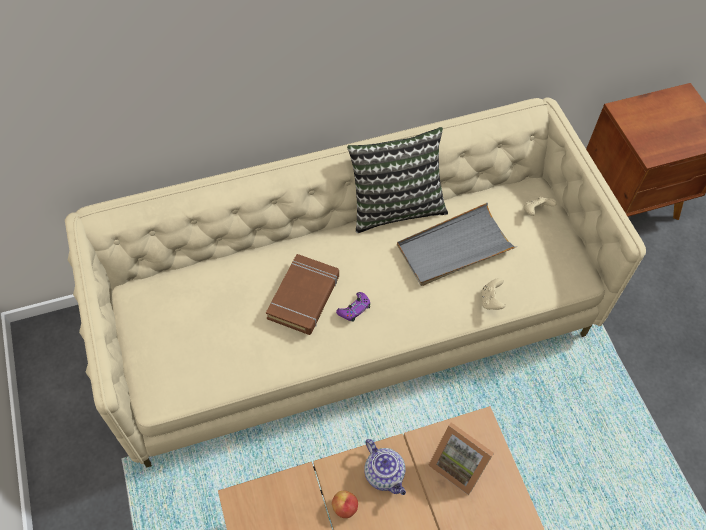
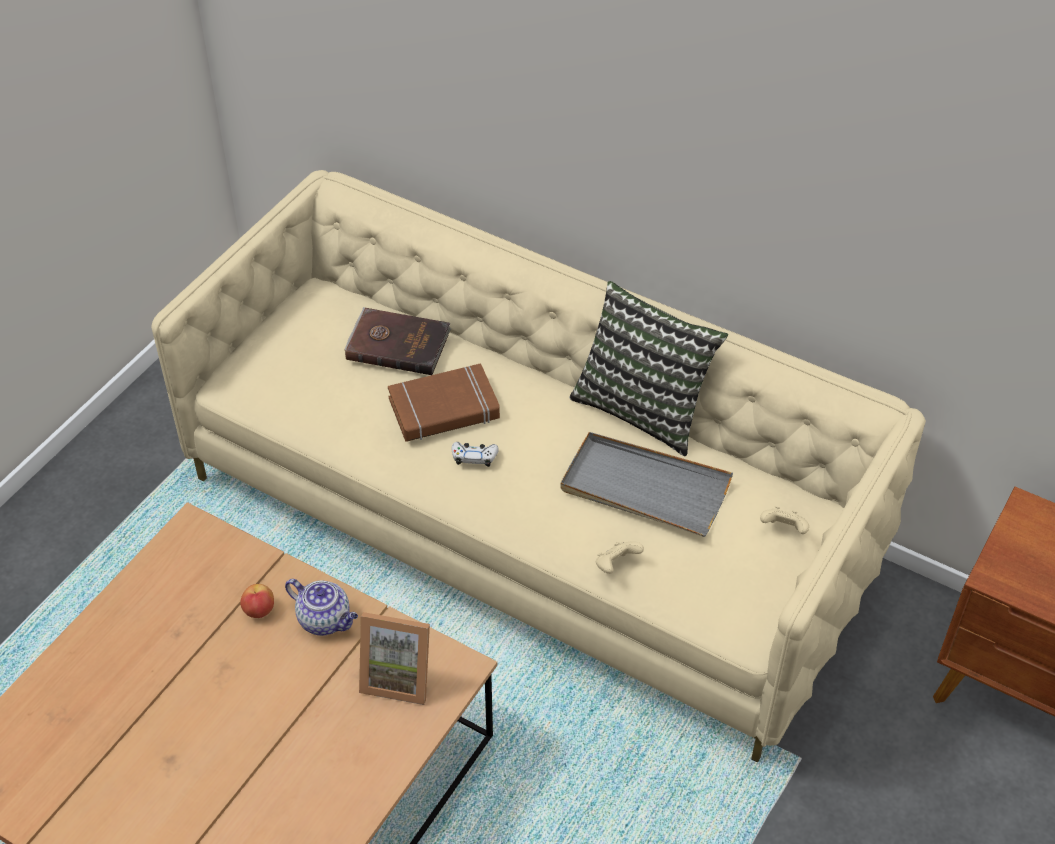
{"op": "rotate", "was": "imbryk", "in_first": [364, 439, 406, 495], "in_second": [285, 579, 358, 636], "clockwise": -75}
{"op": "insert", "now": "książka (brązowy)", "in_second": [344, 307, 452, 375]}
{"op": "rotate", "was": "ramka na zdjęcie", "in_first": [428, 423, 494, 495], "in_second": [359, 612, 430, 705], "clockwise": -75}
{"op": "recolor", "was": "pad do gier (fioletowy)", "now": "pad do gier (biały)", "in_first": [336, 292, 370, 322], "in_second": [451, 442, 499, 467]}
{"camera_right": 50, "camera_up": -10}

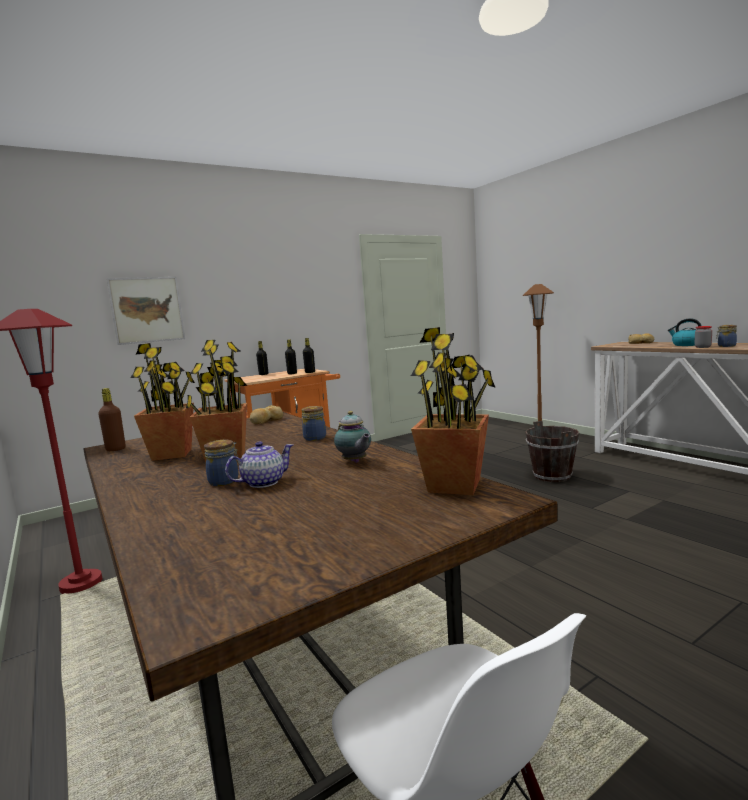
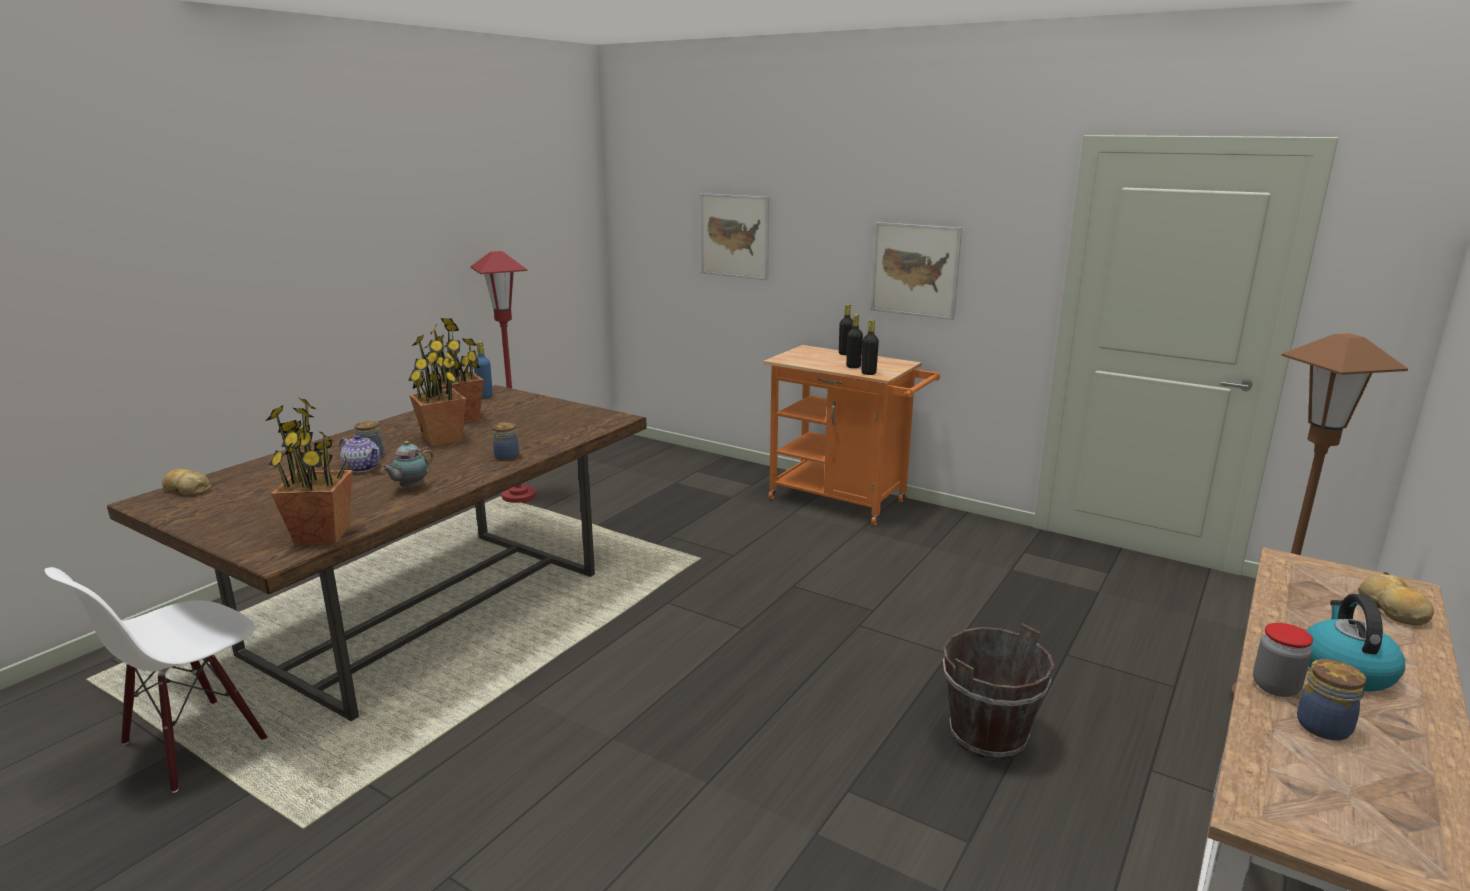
{"op": "move", "was": "chleb", "in_first": [249, 405, 283, 424], "in_second": [162, 469, 211, 496]}
{"op": "recolor", "was": "butelka (brązowy)", "now": "butelka (niebieski)", "in_first": [98, 388, 126, 451], "in_second": [474, 341, 493, 398]}
{"op": "insert", "now": "obraz", "in_second": [871, 222, 962, 320]}
{"camera_right": 65, "camera_up": 10}

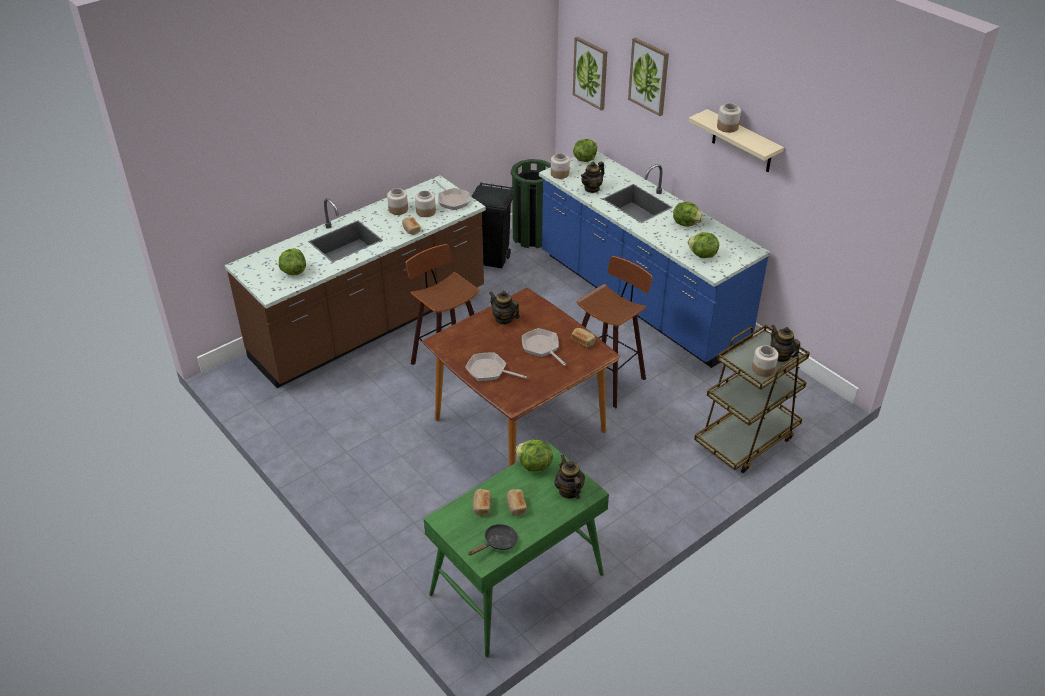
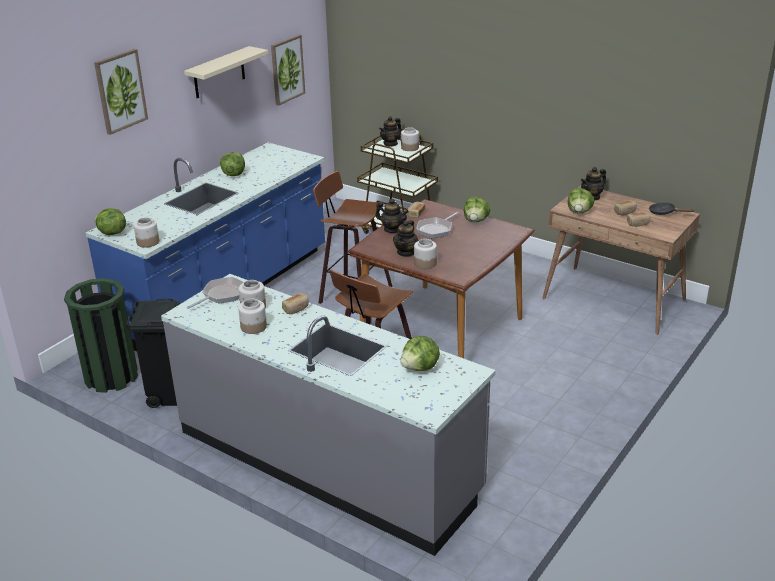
{"op": "recolor", "was": "zabudowa kuchenna (brązowy)", "now": "zabudowa kuchenna (szary)", "in_first": [225, 175, 486, 388], "in_second": [161, 274, 496, 556]}
{"op": "move", "was": "obraz", "in_first": [573, 37, 607, 111], "in_second": [271, 35, 305, 106]}
{"op": "move", "was": "imbryk", "in_first": [581, 161, 604, 193], "in_second": [375, 199, 409, 233]}
{"op": "move", "was": "słoik", "in_first": [717, 103, 741, 133], "in_second": [414, 239, 437, 269]}
{"op": "move", "was": "sałata", "in_first": [688, 232, 719, 258], "in_second": [464, 197, 490, 222]}
{"op": "recolor", "was": "biurko (zielony)", "now": "biurko (brązowy)", "in_first": [424, 443, 609, 658], "in_second": [542, 185, 700, 335]}
{"op": "delete", "was": "patelnia", "in_first": [465, 353, 527, 381]}
{"camera_right": -105, "camera_up": -10}

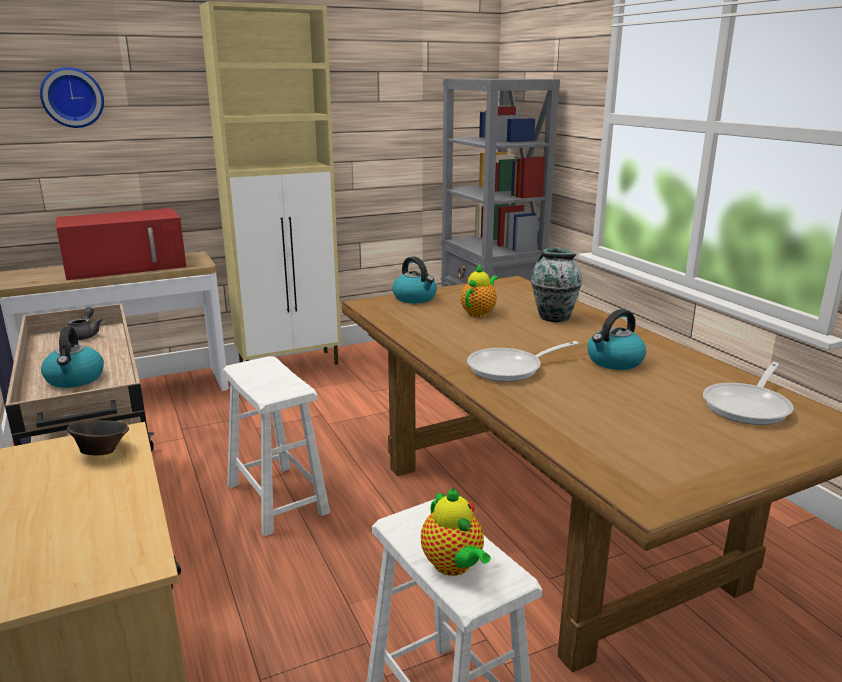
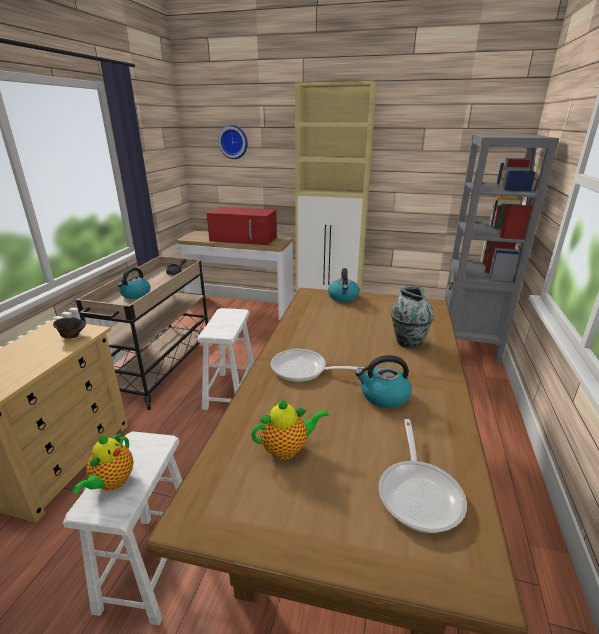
{"op": "move", "was": "imbryk", "in_first": [460, 263, 498, 317], "in_second": [252, 398, 329, 460]}
{"op": "rotate", "was": "patelnia", "in_first": [703, 362, 794, 425], "in_second": [379, 419, 467, 533], "clockwise": -75}
{"camera_right": 40, "camera_up": 5}

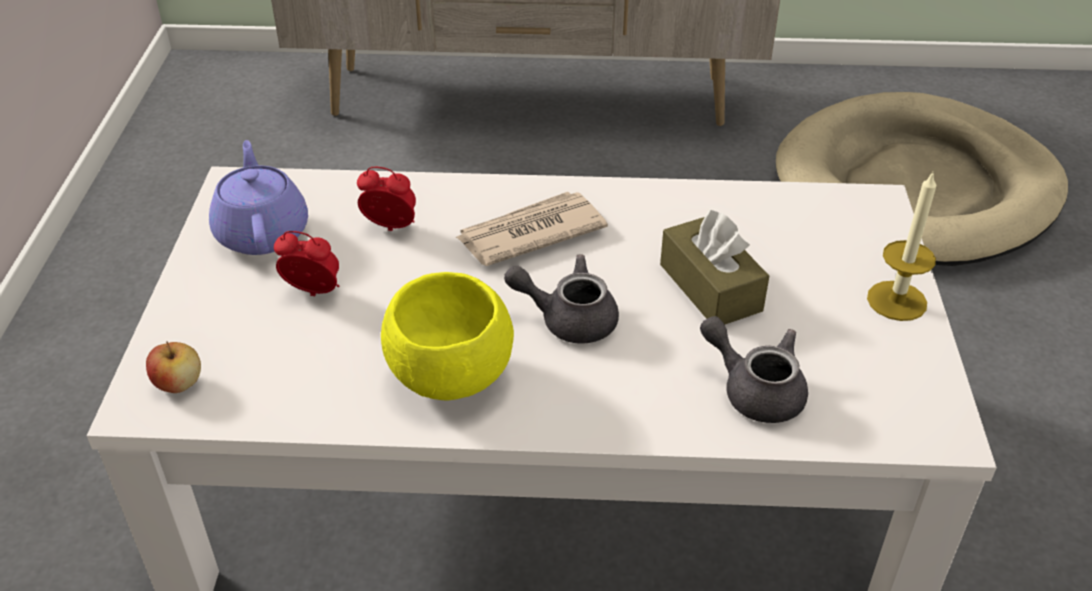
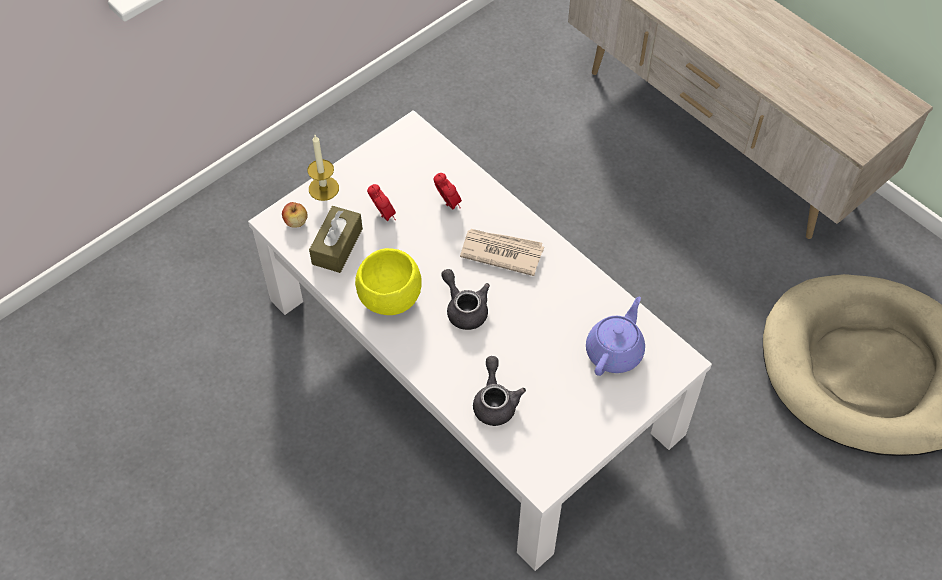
{"op": "move", "was": "świeca", "in_first": [867, 172, 936, 321], "in_second": [308, 135, 339, 201]}
{"op": "move", "was": "pudełko chusteczek (brązowy)", "in_first": [660, 209, 769, 325], "in_second": [309, 206, 363, 273]}
{"op": "move", "was": "imbryk (fioletowy)", "in_first": [209, 140, 308, 255], "in_second": [586, 297, 645, 376]}
{"camera_right": 45, "camera_up": 15}

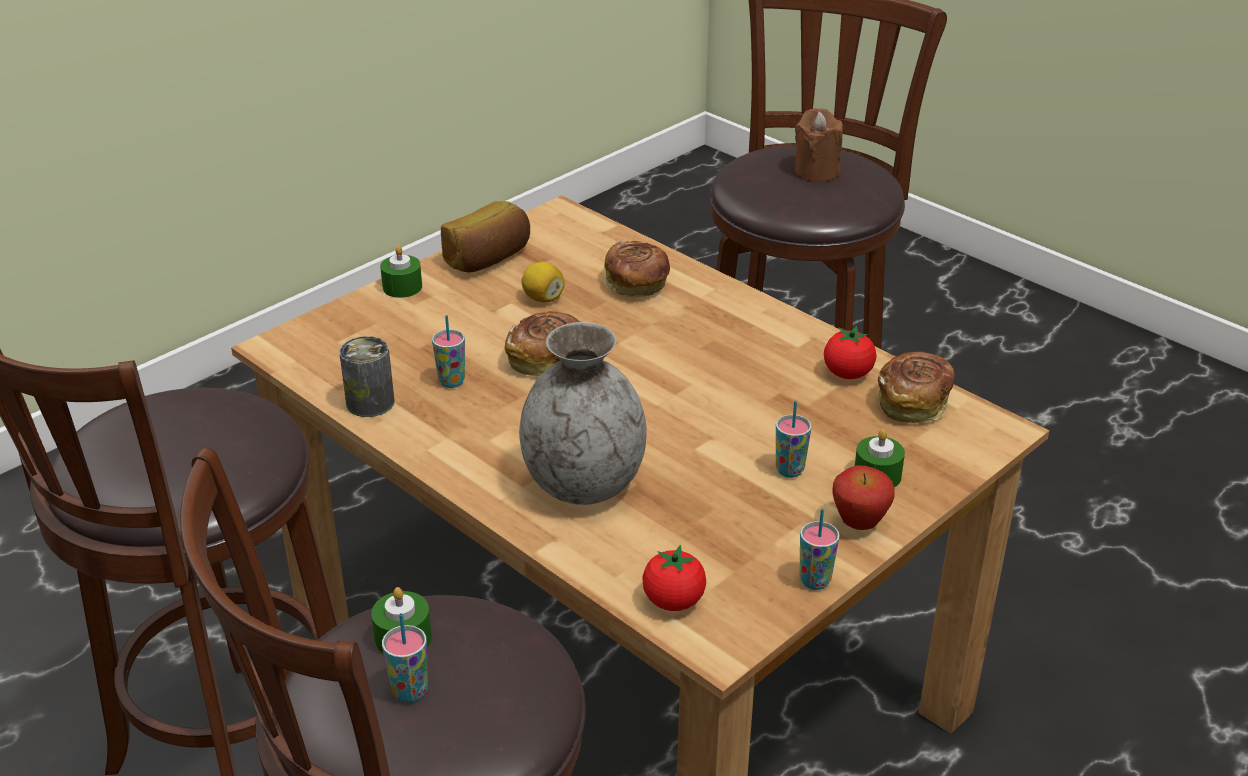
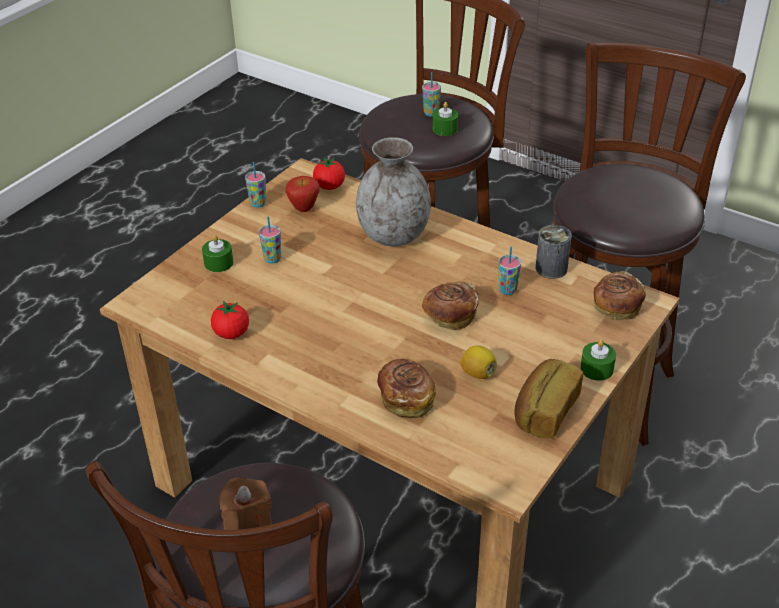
{"op": "move", "was": "jabłko", "in_first": [832, 465, 895, 530], "in_second": [286, 176, 320, 212]}
{"op": "move", "was": "chleb", "in_first": [878, 351, 955, 423], "in_second": [594, 271, 646, 320]}
{"camera_right": 170, "camera_up": 5}

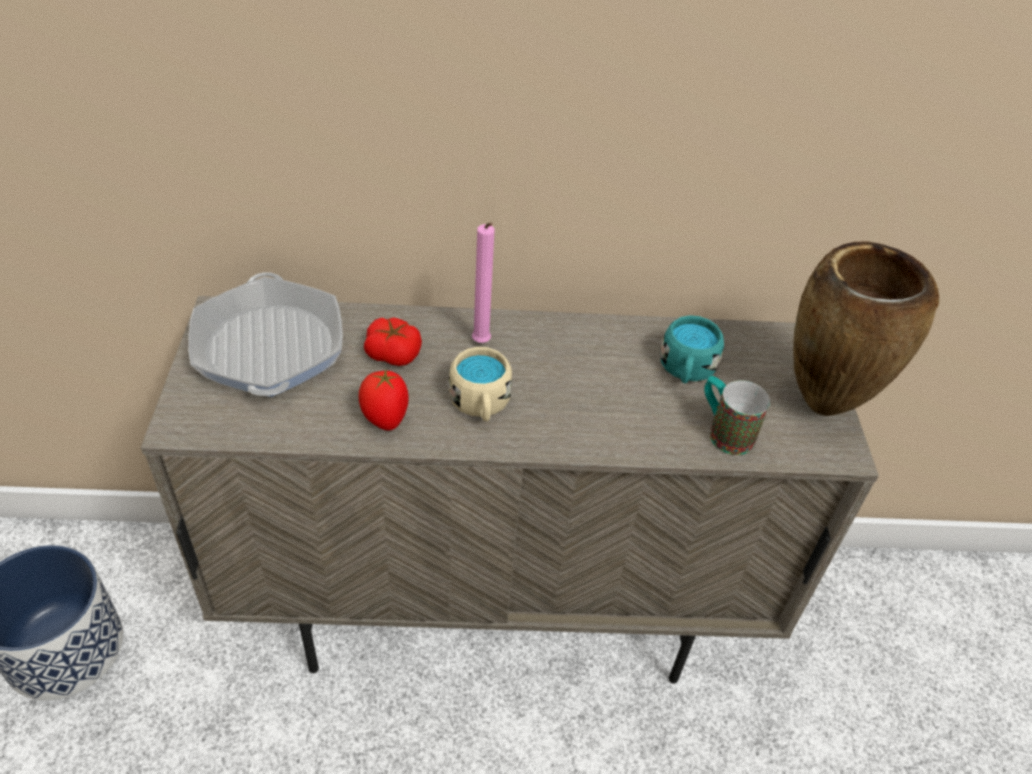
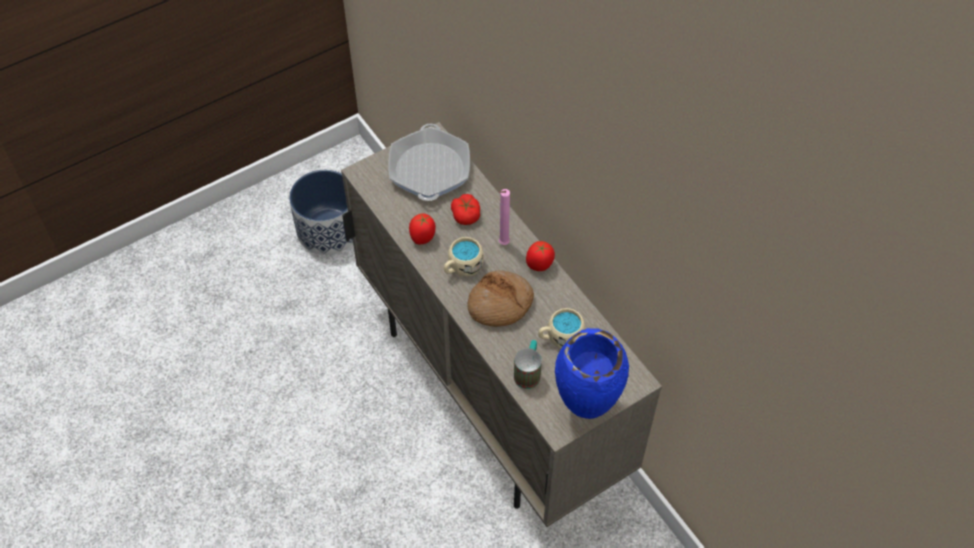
{"op": "rotate", "was": "patelnia", "in_first": [188, 272, 343, 397], "in_second": [388, 123, 470, 201], "clockwise": -45}
{"op": "insert", "now": "chleb", "in_second": [467, 270, 534, 327]}
{"op": "insert", "now": "pomidor", "in_second": [526, 241, 555, 271]}
{"op": "recolor", "was": "kubek (turkusowy)", "now": "kubek (beżowy)", "in_first": [660, 315, 724, 384], "in_second": [538, 308, 585, 348]}
{"op": "recolor", "was": "wazon (brązowy)", "now": "wazon (niebieski)", "in_first": [793, 241, 939, 416], "in_second": [555, 328, 629, 419]}
{"camera_right": 60, "camera_up": 10}

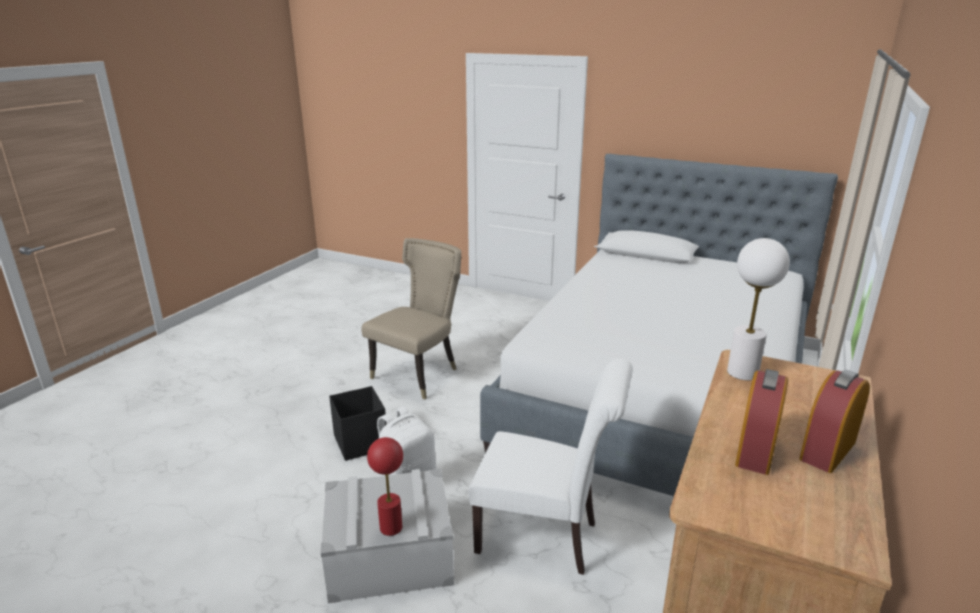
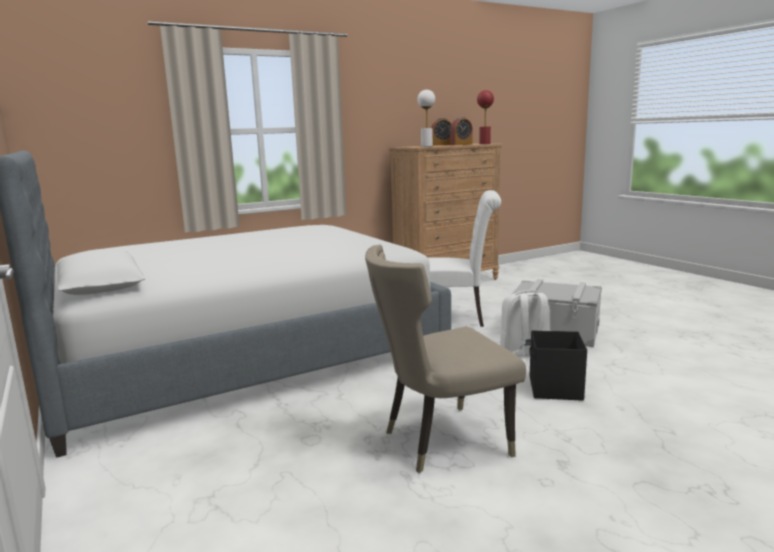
{"op": "rotate", "was": "krzesło (biały)", "in_first": [468, 358, 633, 575], "in_second": [429, 190, 501, 327], "clockwise": 135}
{"op": "move", "was": "lampa stołowa (czerwony)", "in_first": [367, 437, 403, 536], "in_second": [477, 90, 494, 144]}
{"camera_right": -145, "camera_up": -10}

